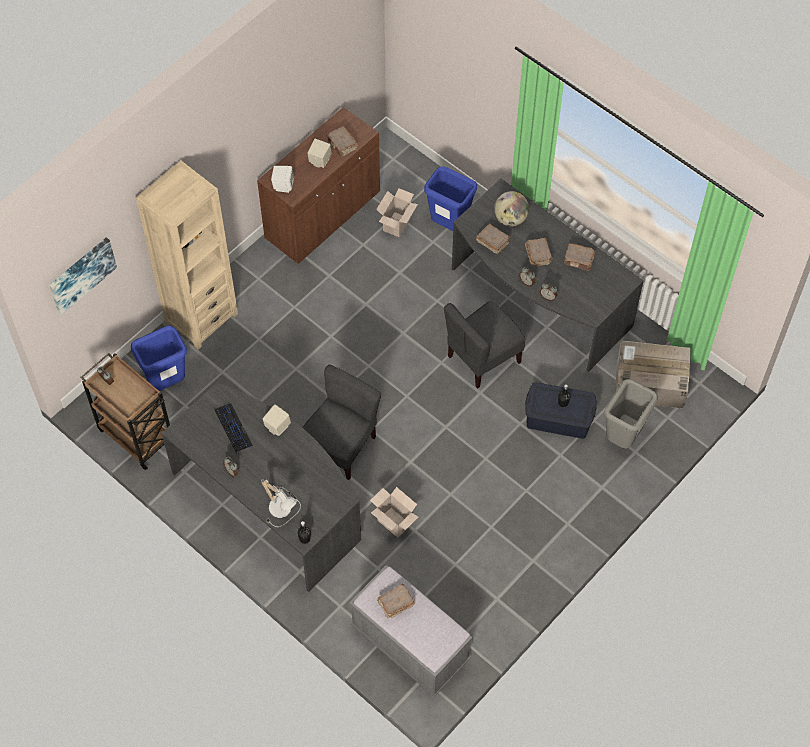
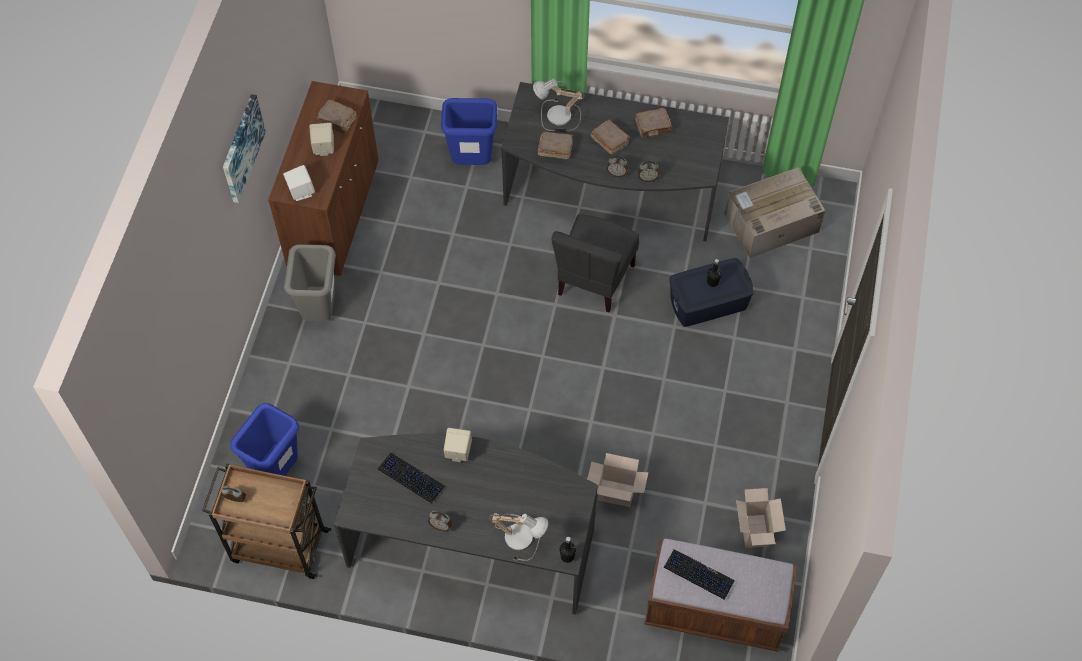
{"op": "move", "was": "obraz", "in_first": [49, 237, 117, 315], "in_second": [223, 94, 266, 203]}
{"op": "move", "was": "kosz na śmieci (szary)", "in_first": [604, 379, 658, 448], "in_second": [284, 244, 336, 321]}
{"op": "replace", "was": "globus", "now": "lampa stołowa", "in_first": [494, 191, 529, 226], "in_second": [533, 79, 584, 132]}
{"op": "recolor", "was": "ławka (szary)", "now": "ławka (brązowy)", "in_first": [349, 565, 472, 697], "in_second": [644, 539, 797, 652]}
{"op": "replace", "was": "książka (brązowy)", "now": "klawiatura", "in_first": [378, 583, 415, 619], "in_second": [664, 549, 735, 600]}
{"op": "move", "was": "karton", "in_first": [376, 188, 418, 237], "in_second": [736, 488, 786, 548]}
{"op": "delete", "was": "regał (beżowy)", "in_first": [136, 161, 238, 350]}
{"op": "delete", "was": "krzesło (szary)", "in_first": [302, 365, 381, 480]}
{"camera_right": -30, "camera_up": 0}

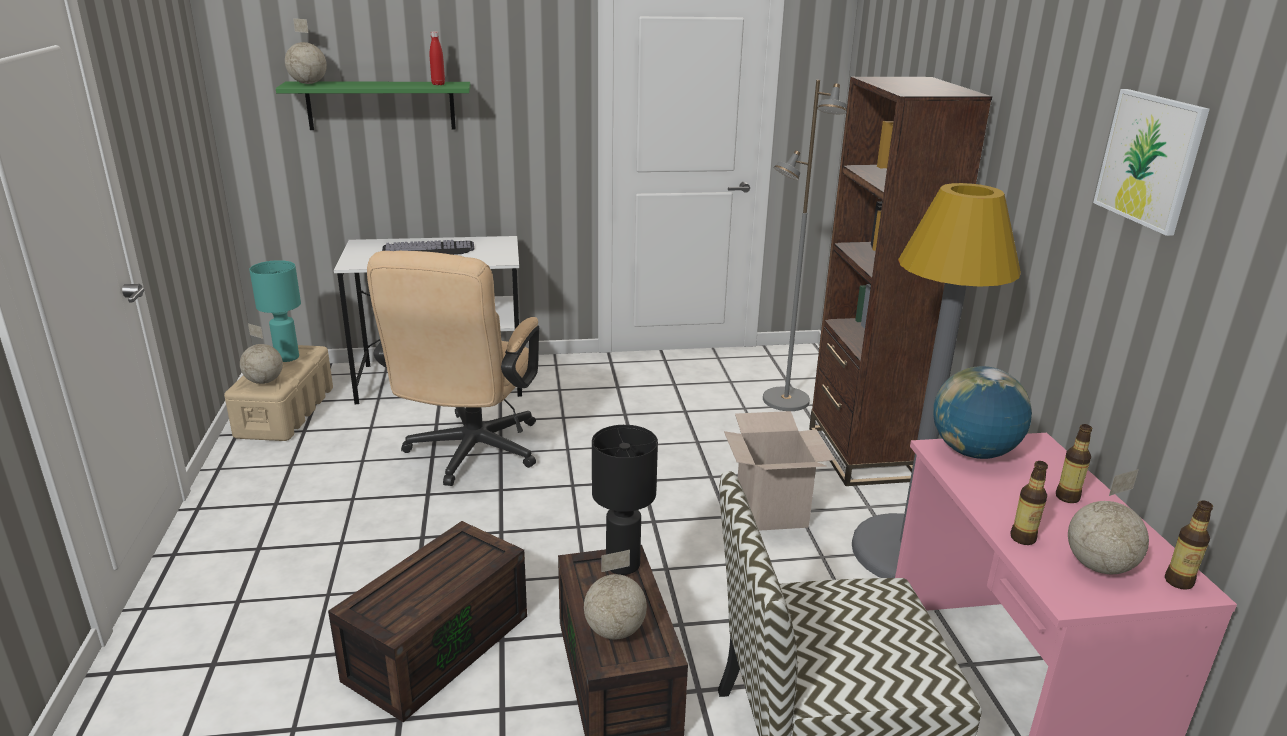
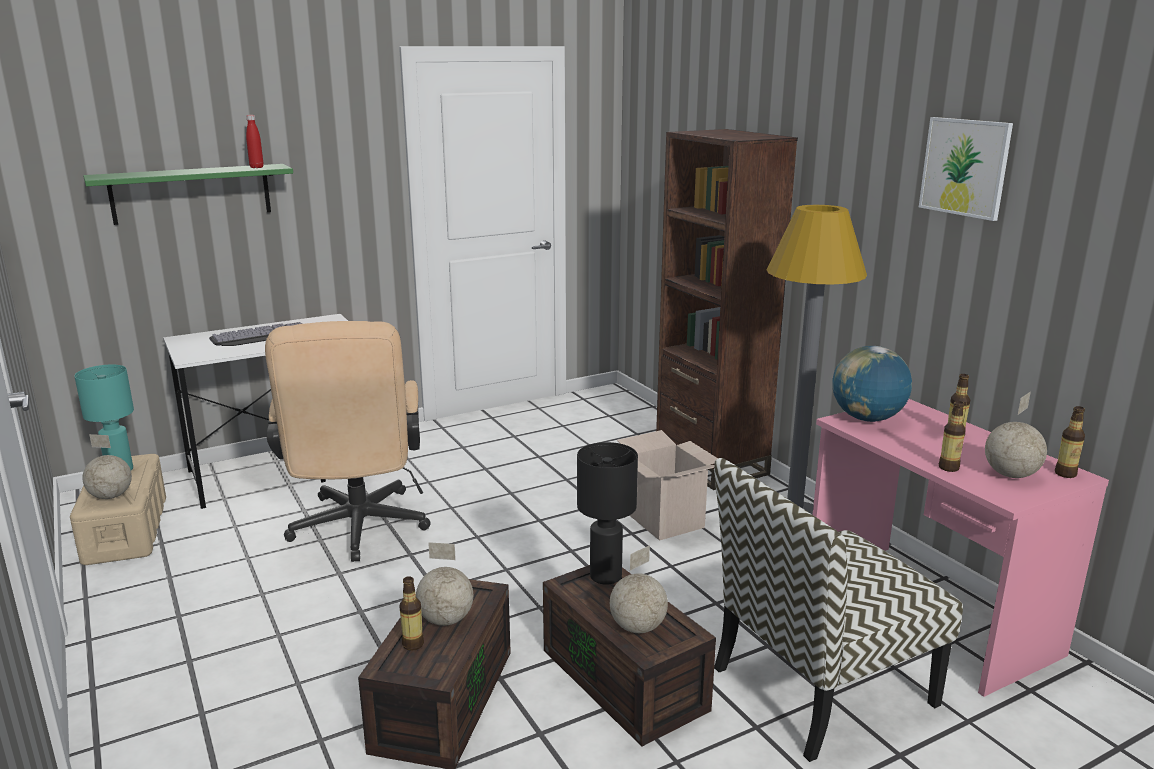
{"op": "insert", "now": "butelka", "in_second": [399, 576, 424, 651]}
{"op": "move", "was": "globus", "in_first": [285, 18, 327, 84], "in_second": [416, 542, 473, 626]}
{"op": "delete", "was": "lampa stojąca (szary)", "in_first": [763, 80, 847, 411]}
{"camera_right": -20, "camera_up": -5}

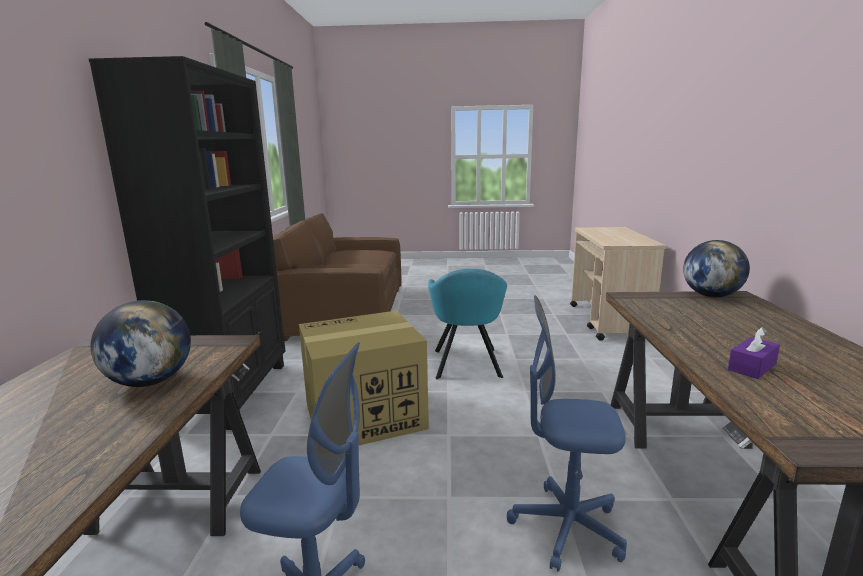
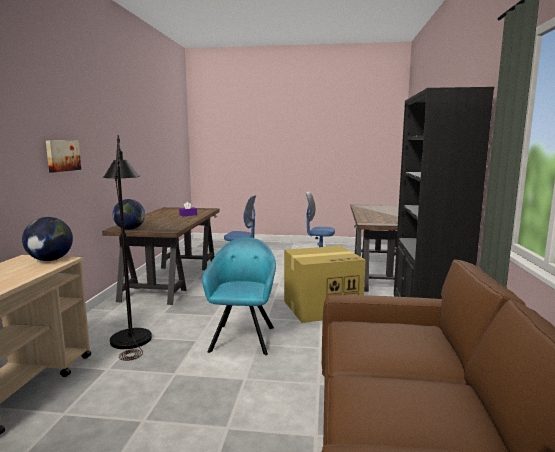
{"op": "move", "was": "globus", "in_first": [91, 300, 191, 387], "in_second": [22, 217, 73, 261]}
{"op": "insert", "now": "obraz", "in_second": [46, 140, 81, 173]}
{"op": "insert", "now": "lampa stojąca (czarny)", "in_second": [103, 135, 152, 361]}
{"camera_right": -175, "camera_up": -5}

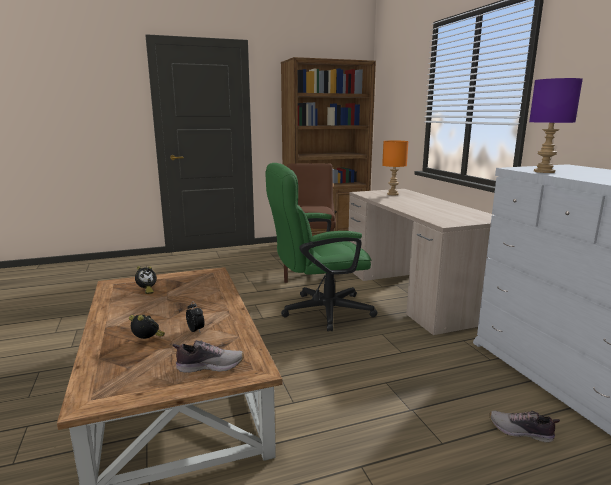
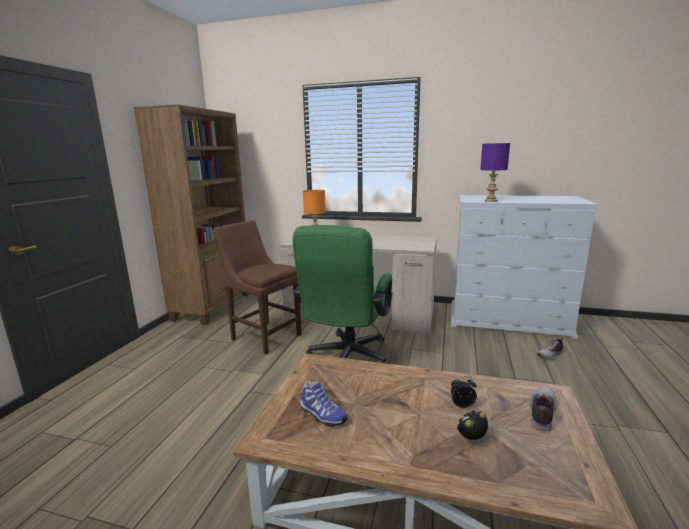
{"op": "replace", "was": "budzik", "now": "but", "in_first": [135, 266, 157, 294], "in_second": [300, 382, 348, 427]}
{"camera_right": -55, "camera_up": 0}

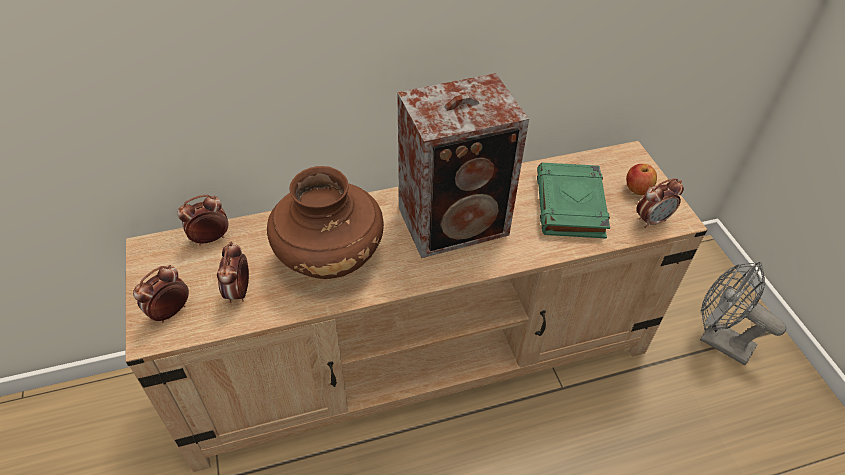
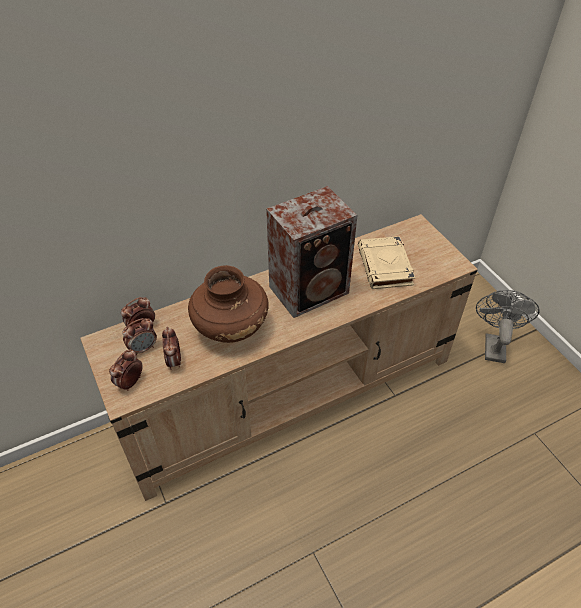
{"op": "move", "was": "budzik", "in_first": [636, 178, 684, 228], "in_second": [122, 318, 157, 356]}
{"op": "recolor", "was": "książka (zielony)", "now": "książka (beżowy)", "in_first": [537, 163, 610, 239], "in_second": [358, 236, 415, 289]}
{"op": "rotate", "was": "wentylator (szary)", "in_first": [700, 262, 787, 365], "in_second": [476, 290, 539, 363], "clockwise": 75}
{"op": "delete", "was": "jabłko", "in_first": [626, 164, 657, 195]}
{"camera_right": -10, "camera_up": 0}

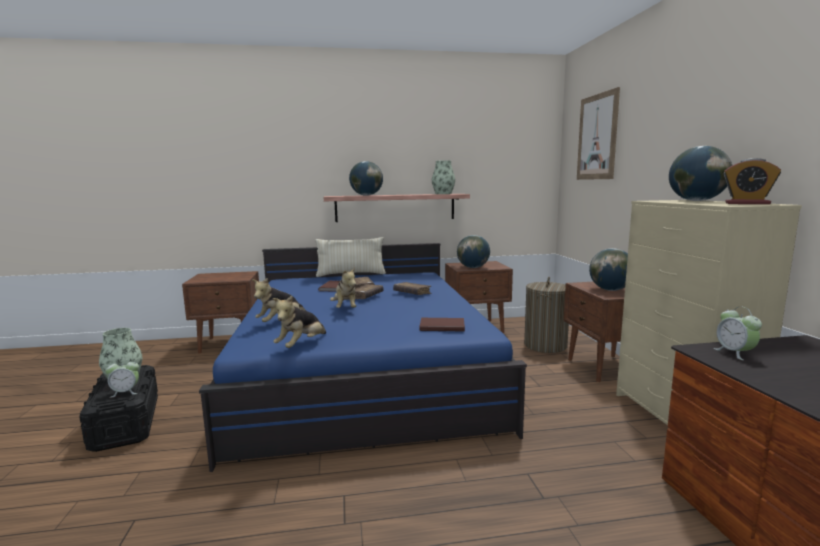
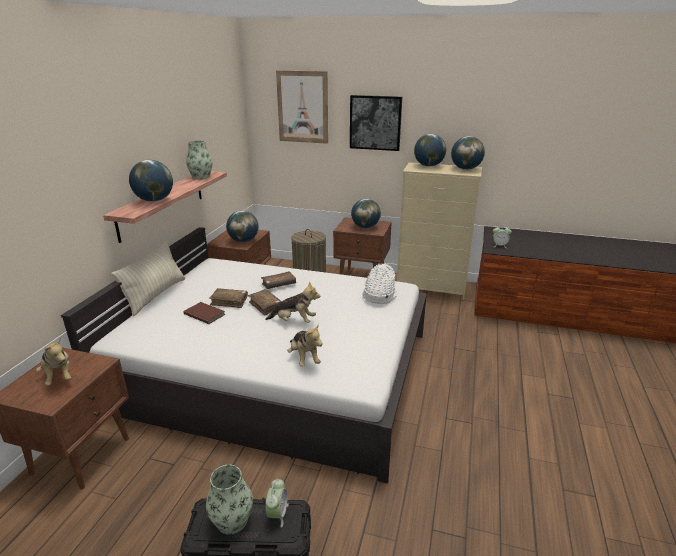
{"op": "move", "was": "pluszak", "in_first": [273, 296, 326, 348], "in_second": [36, 338, 72, 386]}
{"op": "recolor", "was": "łóżko (niebieski)", "now": "łóżko (biały)", "in_first": [199, 243, 527, 472], "in_second": [61, 227, 427, 483]}
{"op": "insert", "now": "obraz", "in_second": [350, 95, 402, 151]}
{"op": "replace", "was": "książka (brązowy)", "now": "kapelusz (biały)", "in_first": [420, 318, 465, 332], "in_second": [362, 263, 397, 304]}
{"op": "replace", "was": "budzik", "now": "globus", "in_first": [723, 158, 781, 204], "in_second": [451, 136, 485, 170]}
{"camera_right": -65, "camera_up": 15}

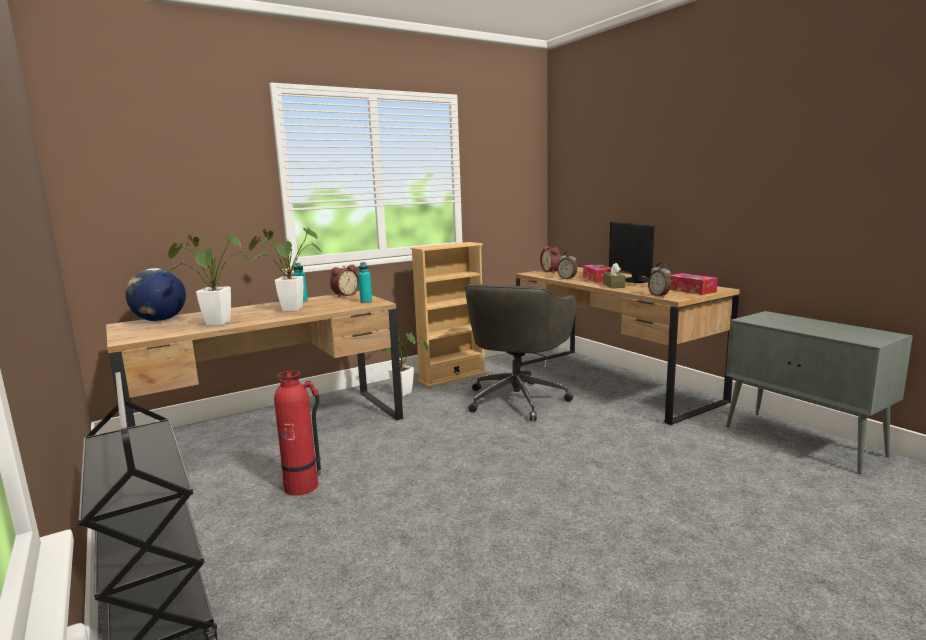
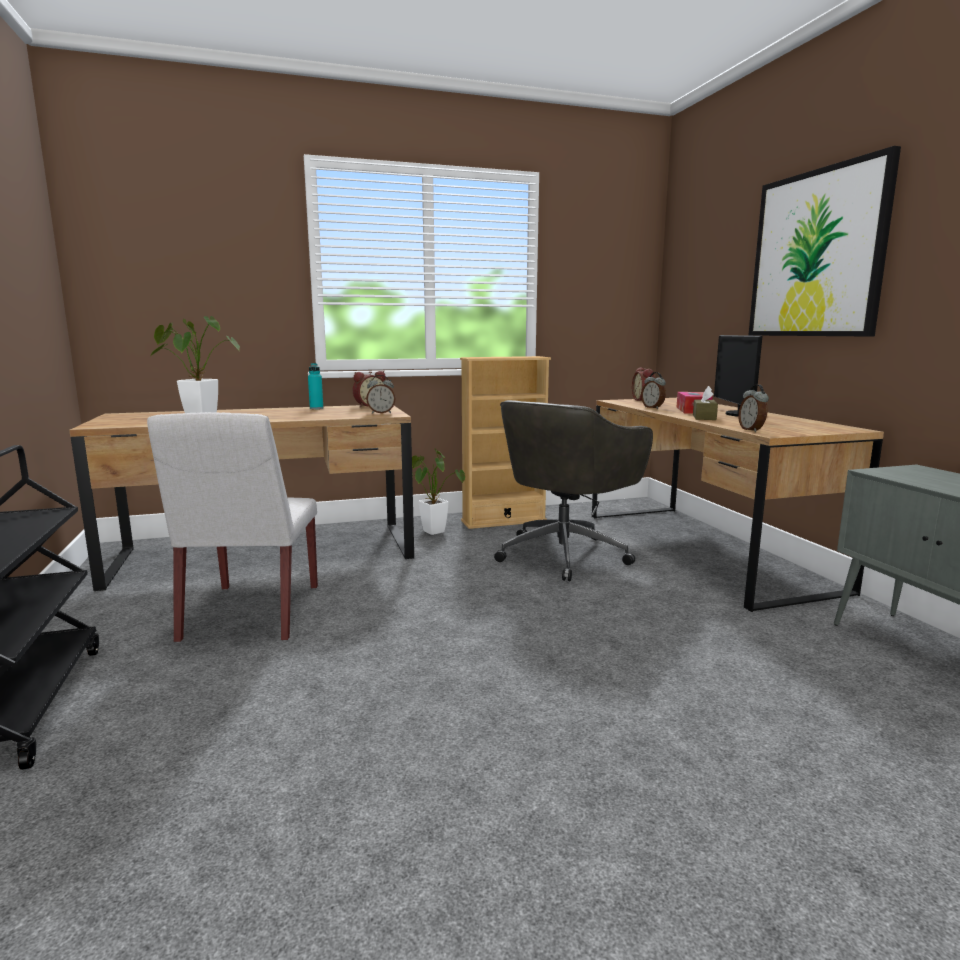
{"op": "replace", "was": "gaśnica", "now": "krzesło (biały)", "in_first": [274, 371, 321, 496], "in_second": [147, 412, 318, 643]}
{"op": "replace", "was": "butelka (turkusowy)", "now": "budzik", "in_first": [358, 262, 372, 303], "in_second": [366, 375, 395, 414]}
{"op": "insert", "now": "obraz", "in_second": [749, 146, 901, 336]}
{"op": "delete", "was": "globus", "in_first": [125, 268, 186, 321]}
{"op": "delete", "was": "roślina doniczkowa", "in_first": [249, 227, 321, 311]}
{"op": "delete", "was": "pudełko chusteczek", "in_first": [670, 273, 718, 295]}
{"camera_right": 15, "camera_up": 0}

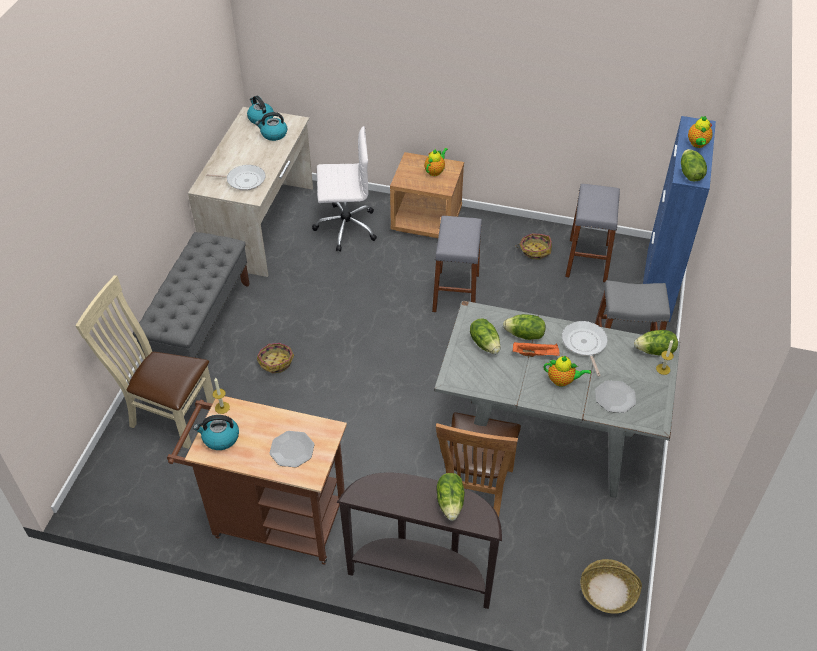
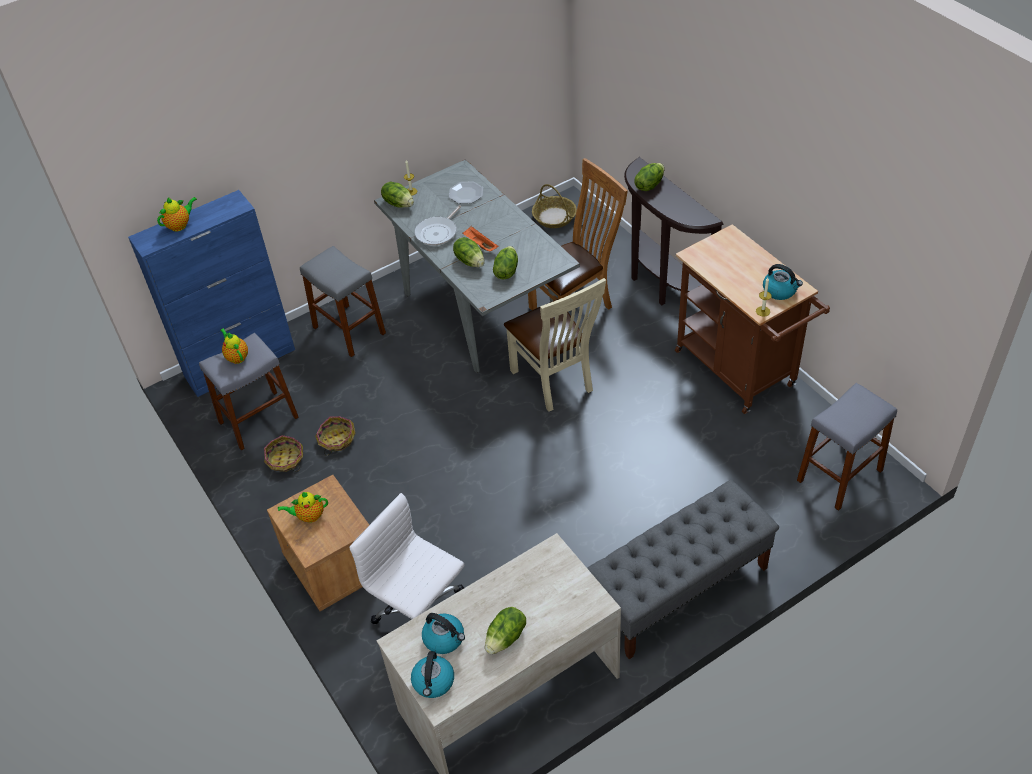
{"op": "move", "was": "imbryk", "in_first": [544, 356, 591, 387], "in_second": [221, 328, 248, 364]}
{"op": "move", "was": "koszyk", "in_first": [257, 343, 294, 373], "in_second": [315, 416, 355, 456]}
{"op": "move", "was": "sałata", "in_first": [681, 149, 707, 181], "in_second": [485, 607, 526, 654]}
{"op": "move", "was": "krzesło (beżowy)", "in_first": [75, 275, 215, 449], "in_second": [504, 278, 606, 412]}
{"op": "move", "was": "stołek (szary)", "in_first": [432, 216, 482, 312], "in_second": [797, 383, 897, 511]}
{"op": "delete", "was": "patelnia", "in_first": [206, 165, 266, 191]}
{"op": "delete", "was": "talerz", "in_first": [270, 431, 315, 467]}
{"camera_right": -135, "camera_up": 0}

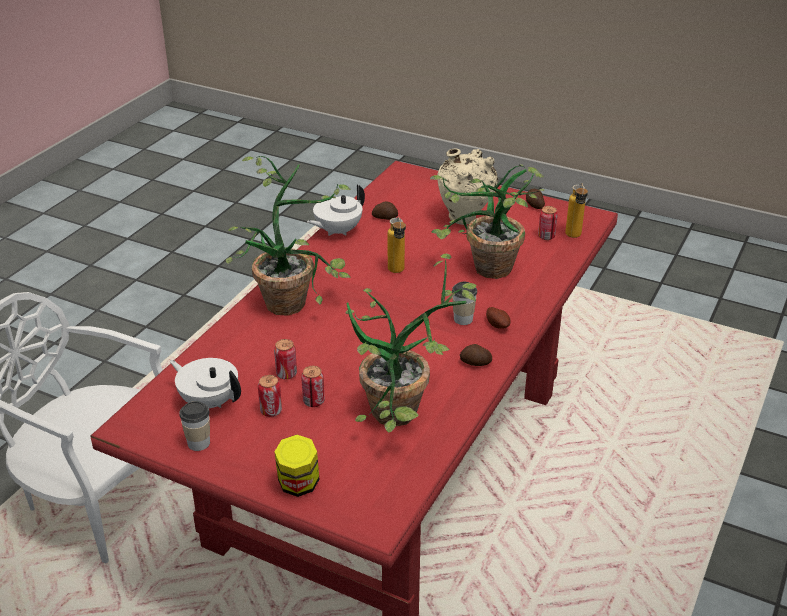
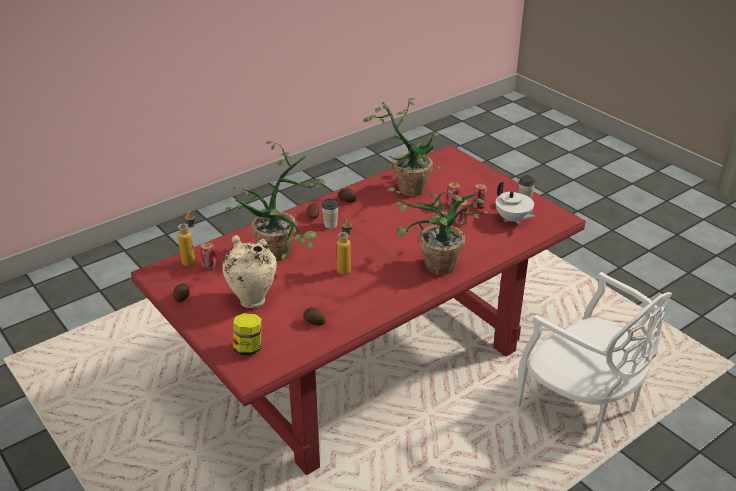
{"op": "move", "was": "słoik", "in_first": [274, 435, 319, 497], "in_second": [233, 313, 262, 356]}
{"op": "delete", "was": "imbryk (biały)", "in_first": [307, 185, 365, 236]}
{"camera_right": -155, "camera_up": 0}

